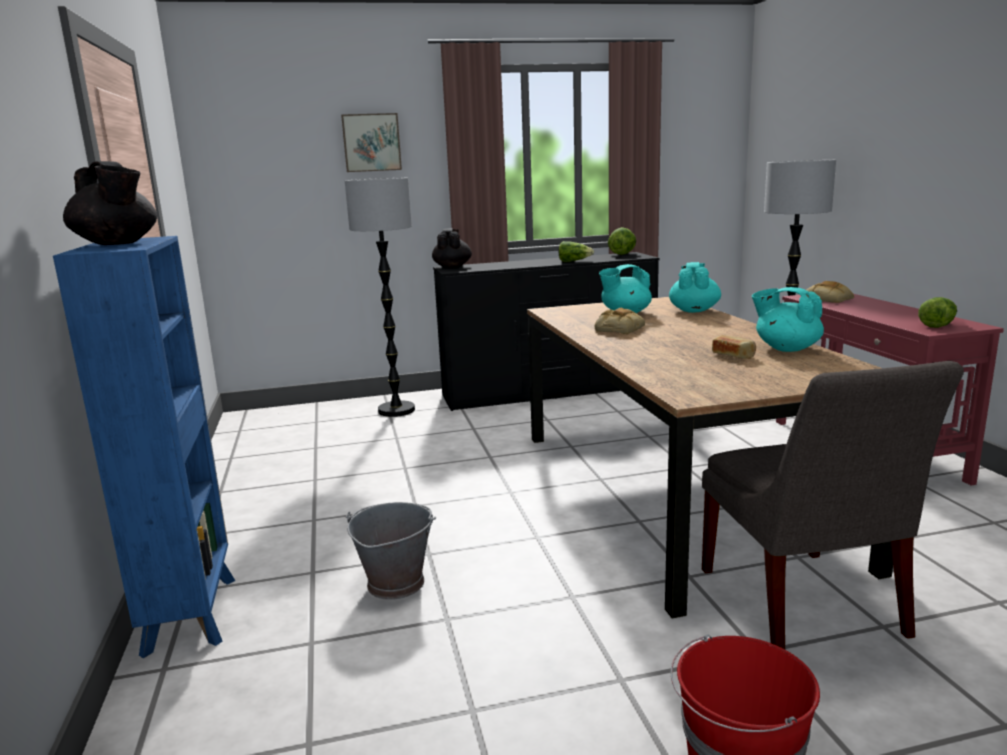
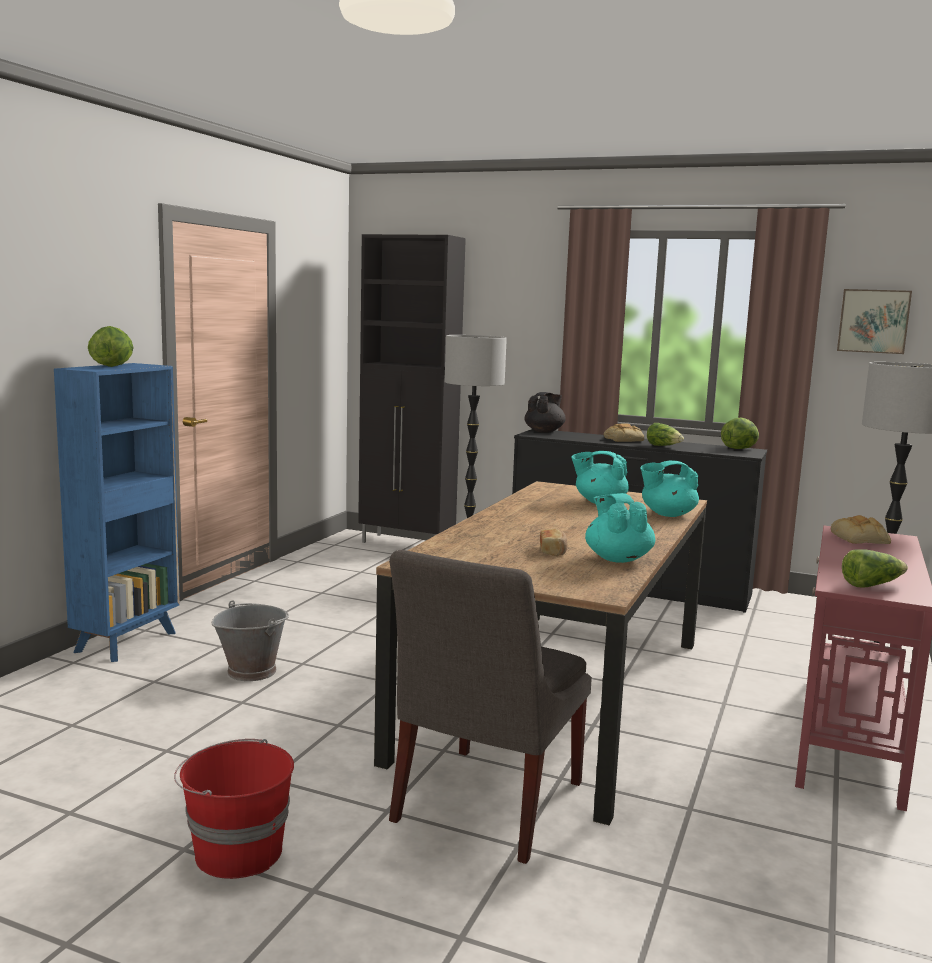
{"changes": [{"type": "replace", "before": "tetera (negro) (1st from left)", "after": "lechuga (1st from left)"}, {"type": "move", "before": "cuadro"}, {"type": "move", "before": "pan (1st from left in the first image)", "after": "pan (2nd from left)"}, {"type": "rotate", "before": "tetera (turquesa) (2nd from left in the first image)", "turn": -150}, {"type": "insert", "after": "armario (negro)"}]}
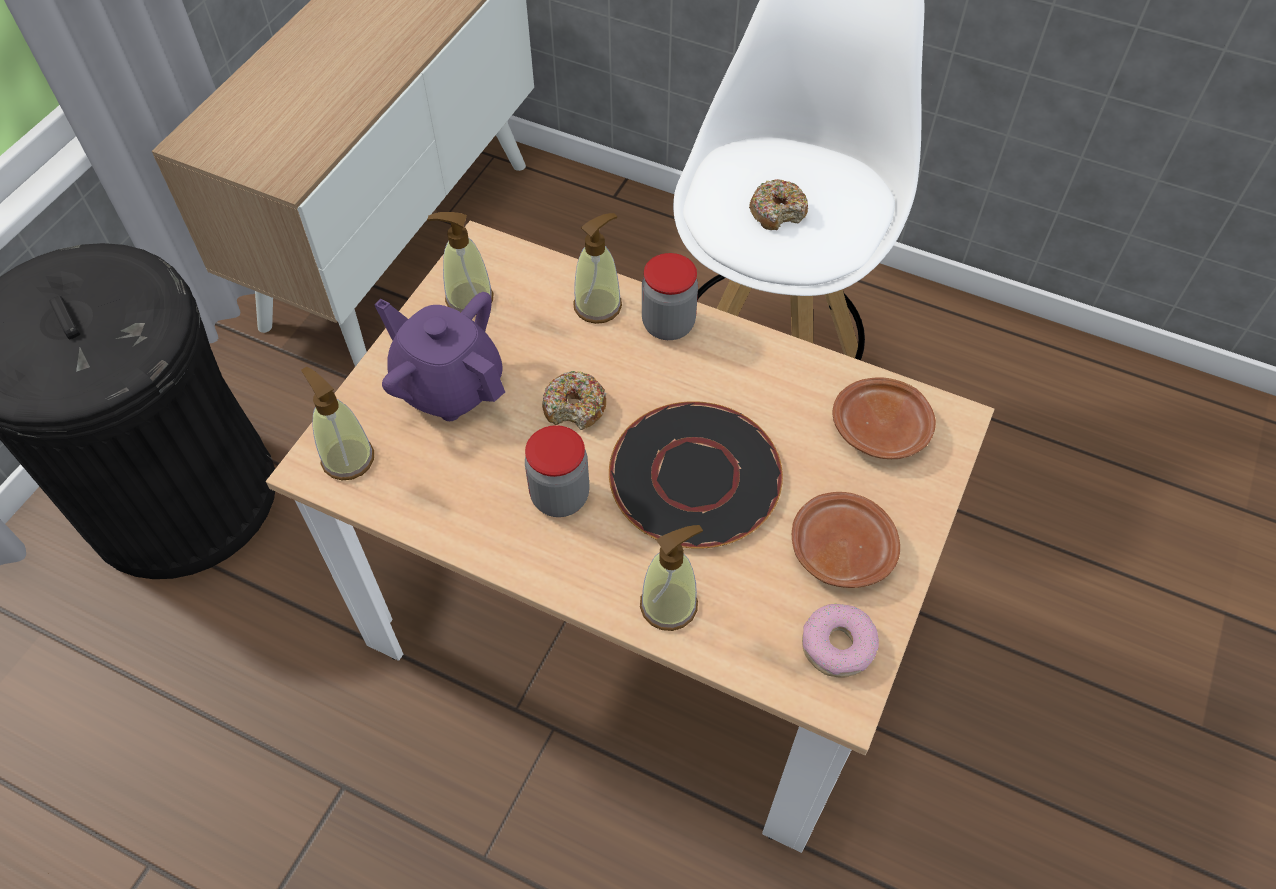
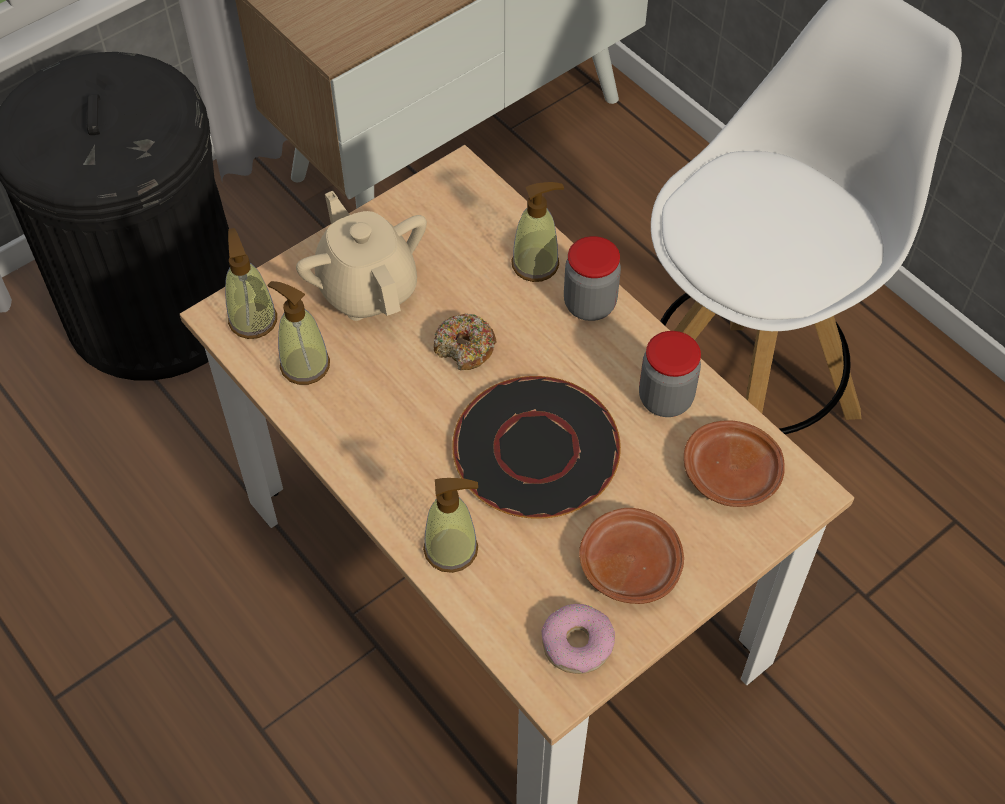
{"changes": [{"type": "recolor", "before": "tetera (morado)", "after": "tetera (beis)"}, {"type": "move", "before": "dispensador de jabón (2nd from left)"}, {"type": "move", "before": "tarro (1st from left in the first image)", "after": "tarro (2nd from left)"}, {"type": "delete", "before": "rosquilla (2nd from left)"}]}
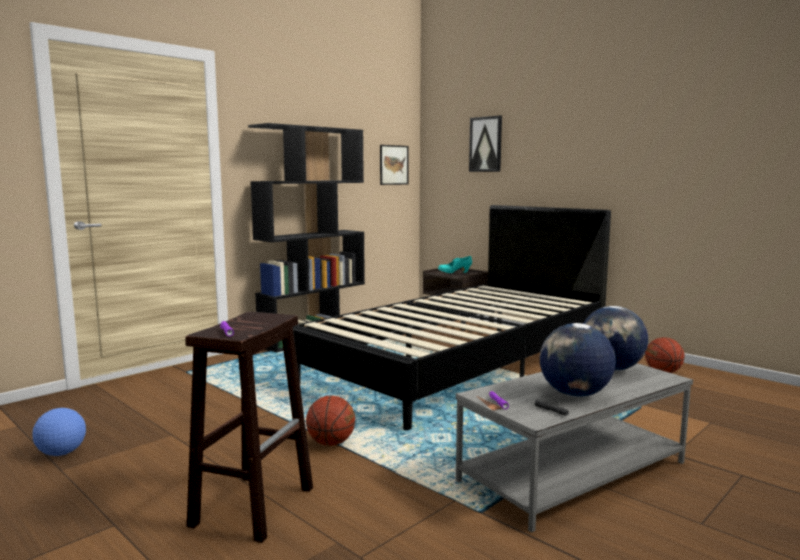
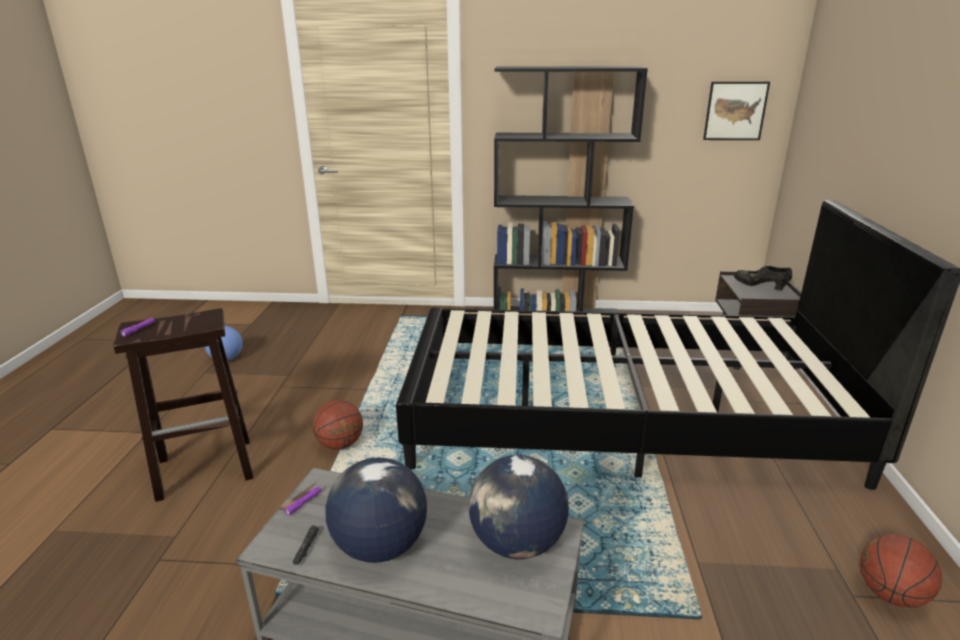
{"changes": [{"type": "recolor", "before": "zapato (turquesa)", "after": "zapato (negro)"}, {"type": "delete", "before": "cuadro (2nd from left)"}]}
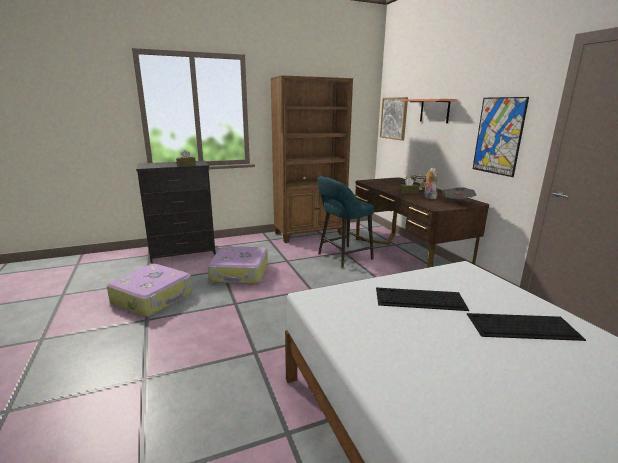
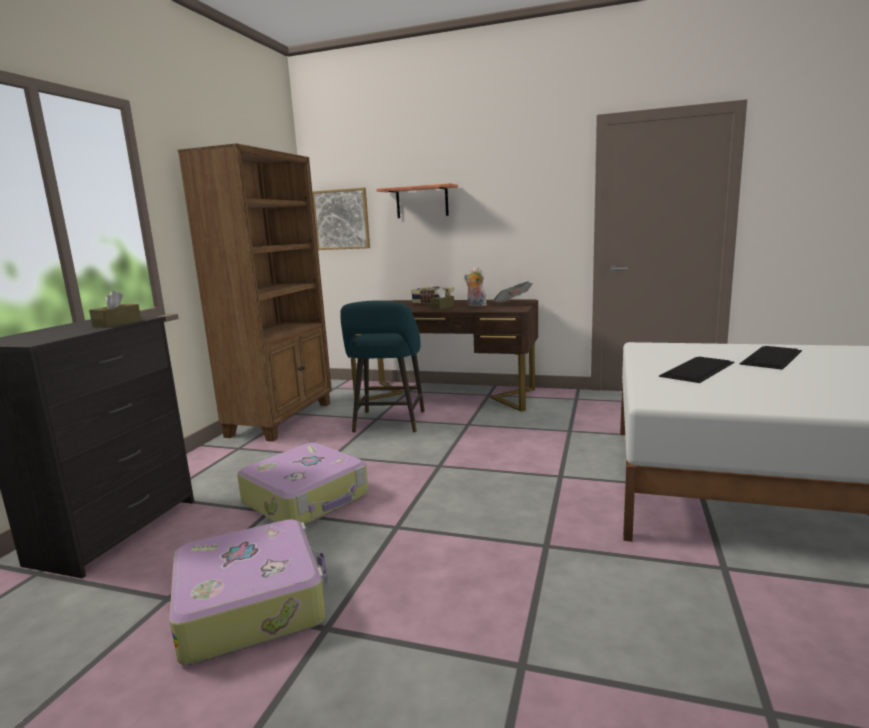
{"changes": [{"type": "delete", "before": "cuadro (2nd from left)"}]}
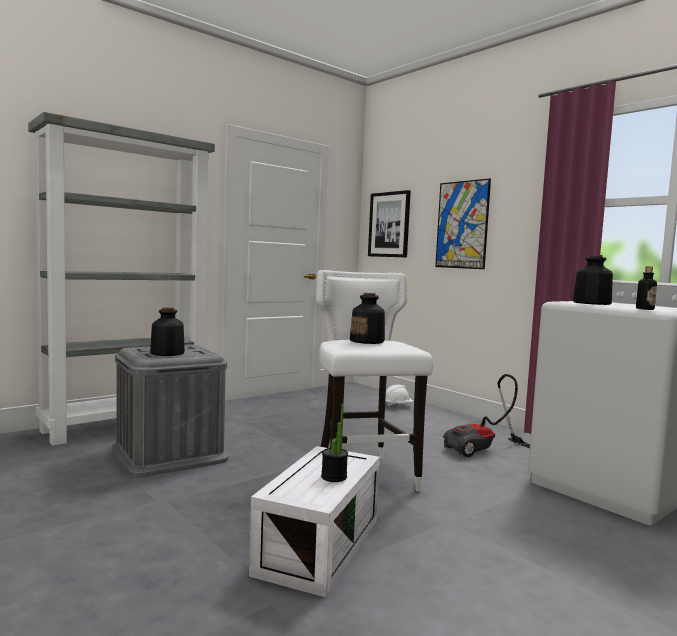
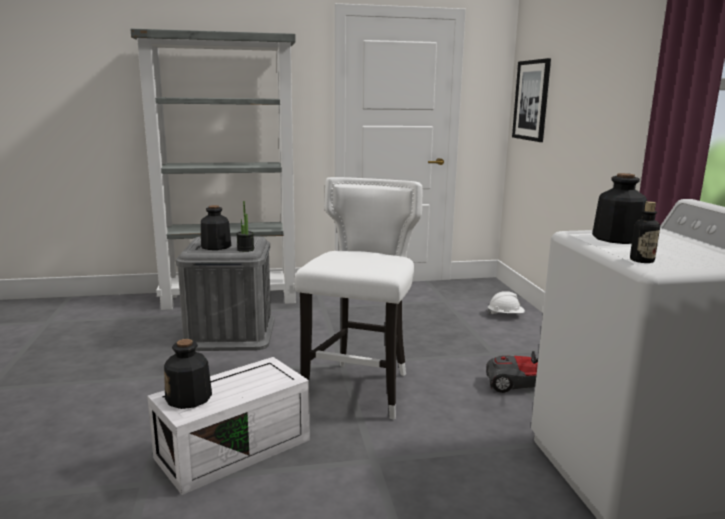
{"changes": [{"type": "move", "before": "planta en maceta"}, {"type": "move", "before": "botella (2nd from left in the first image)", "after": "botella (1st from left)"}, {"type": "delete", "before": "cuadro (2nd from left)"}]}
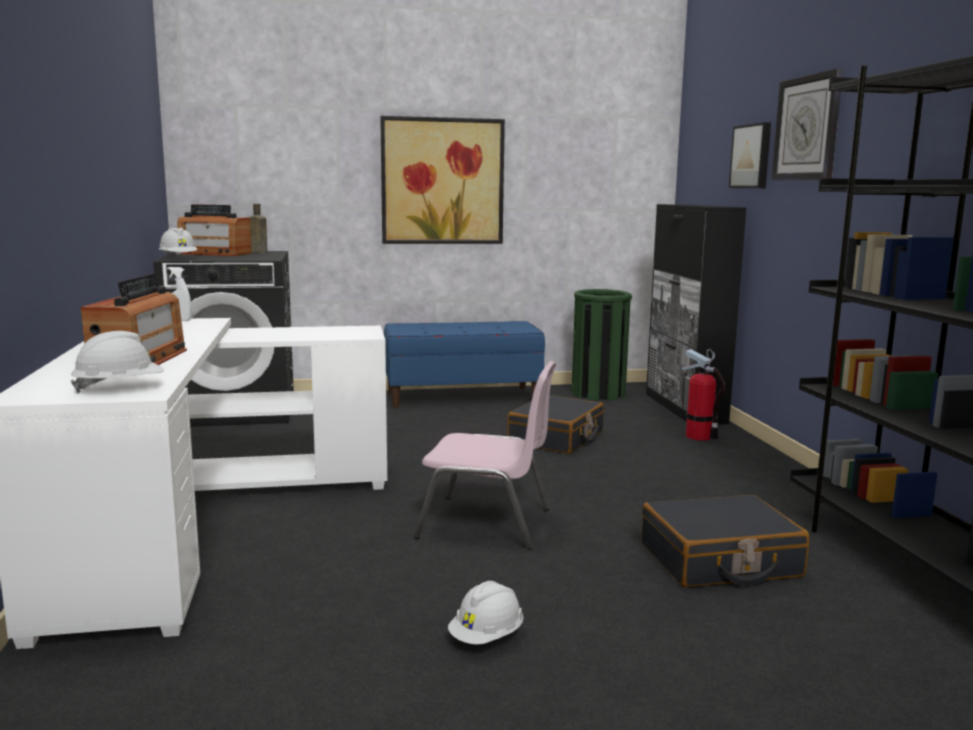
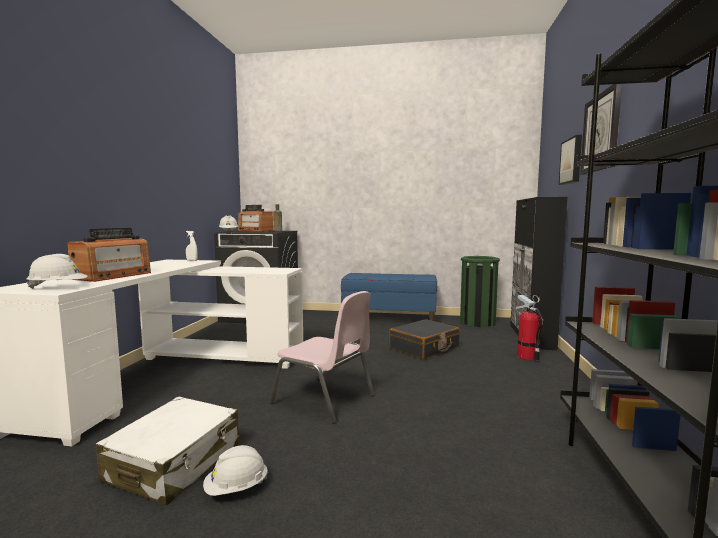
{"changes": [{"type": "delete", "before": "cuadro (1st from left)"}, {"type": "delete", "before": "maleta (negro) (2nd from left)"}, {"type": "insert", "after": "maleta (blanco)"}]}
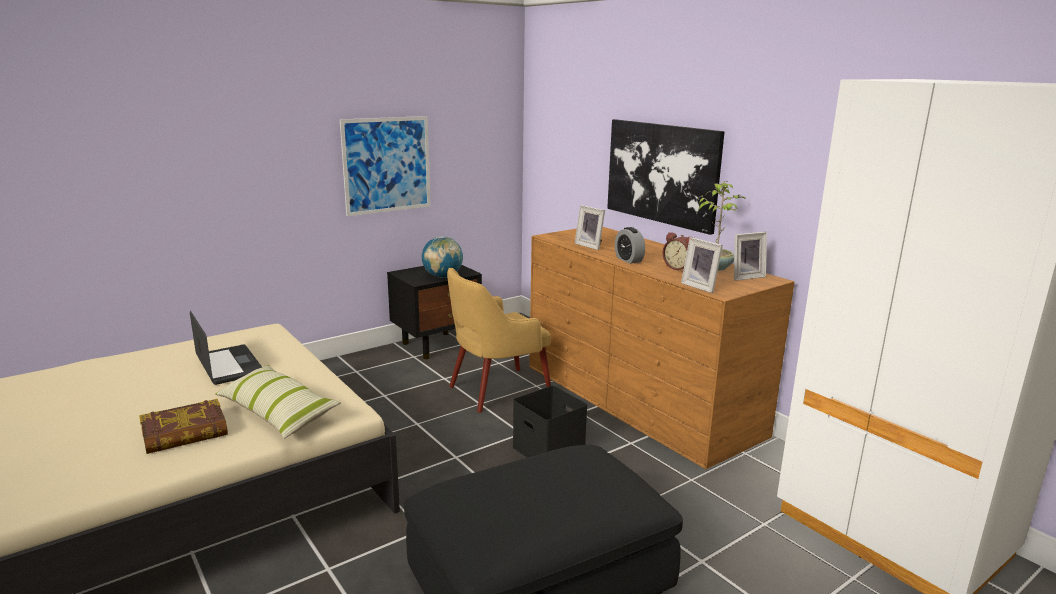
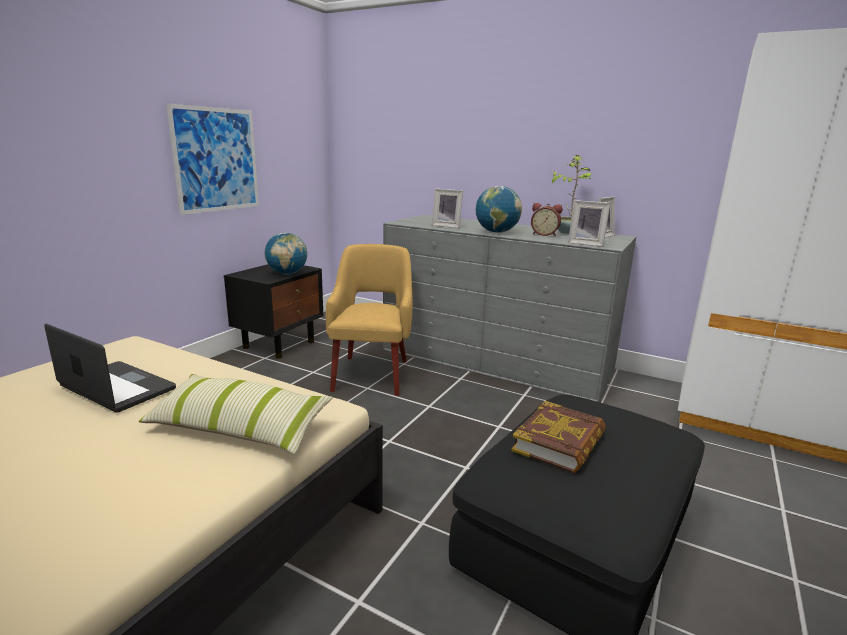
{"changes": [{"type": "move", "before": "libro"}, {"type": "rotate", "before": "sillón (amarillo)", "turn": 150}, {"type": "delete", "before": "caja de almacenaje (negro)"}, {"type": "recolor", "before": "cómoda (marrón)", "after": "cómoda (gris)"}, {"type": "delete", "before": "cuadro (2nd from left)"}, {"type": "replace", "before": "despertador (1st from left)", "after": "globo terráqueo (2nd from left)"}]}
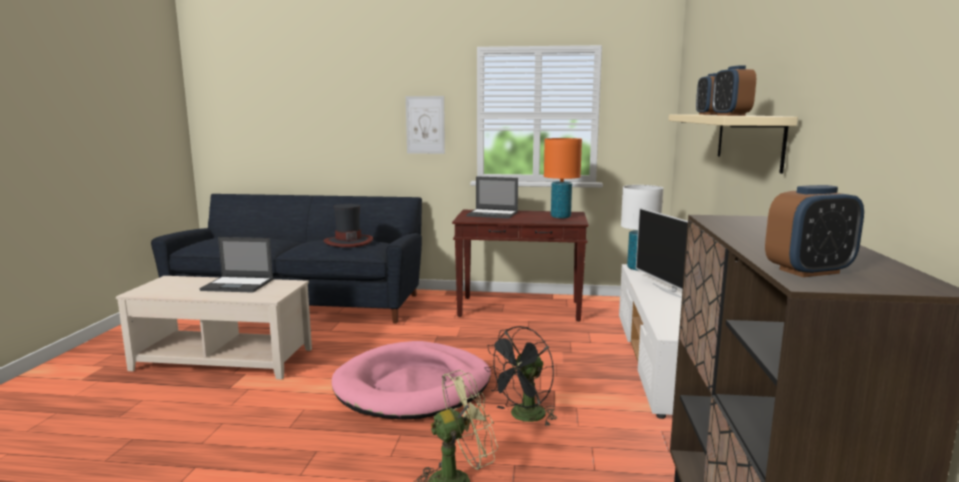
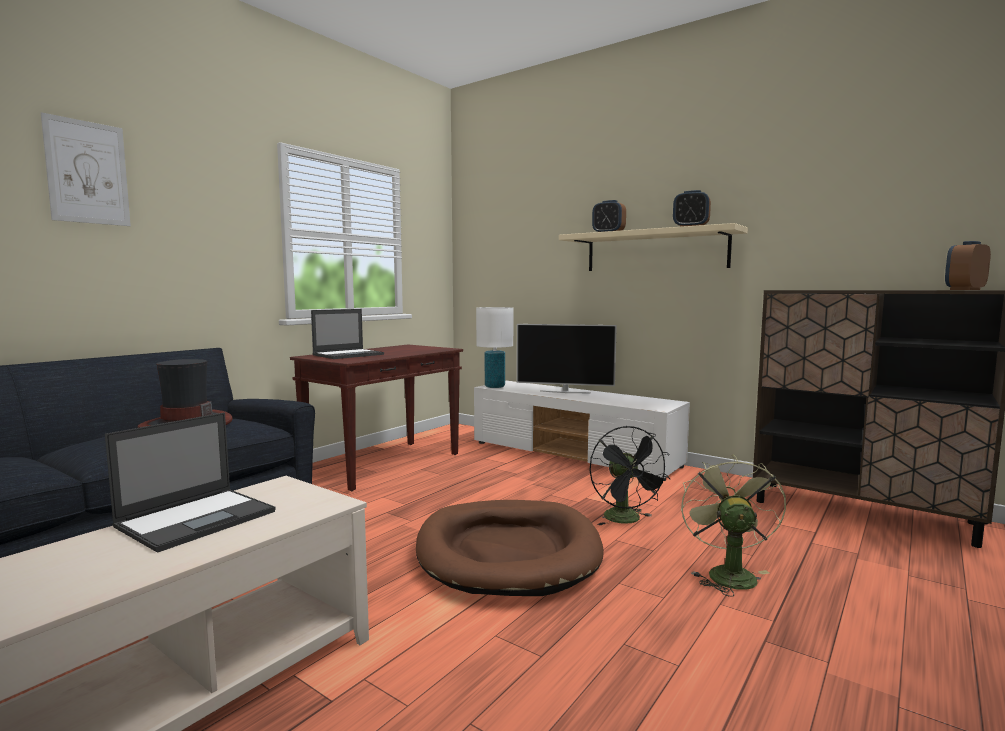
{"changes": [{"type": "recolor", "before": "cama para perro (rosa)", "after": "cama para perro (marrón)"}, {"type": "move", "before": "cuadro"}, {"type": "delete", "before": "lámpara de mesa (naranja)"}, {"type": "rotate", "before": "despertador (3rd from left)", "turn": -135}]}
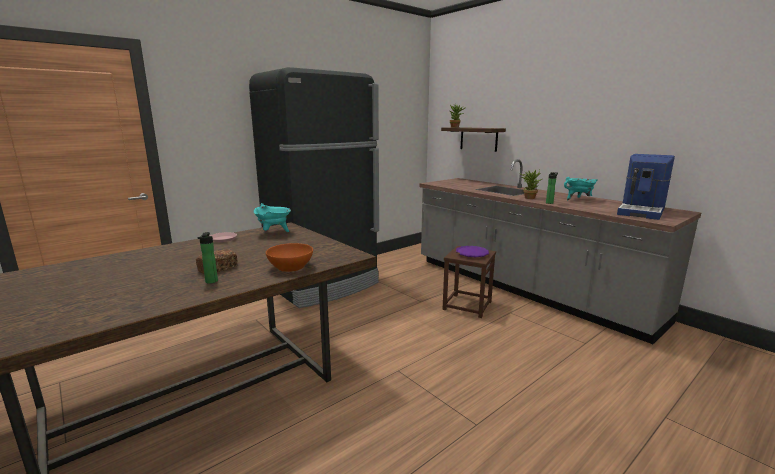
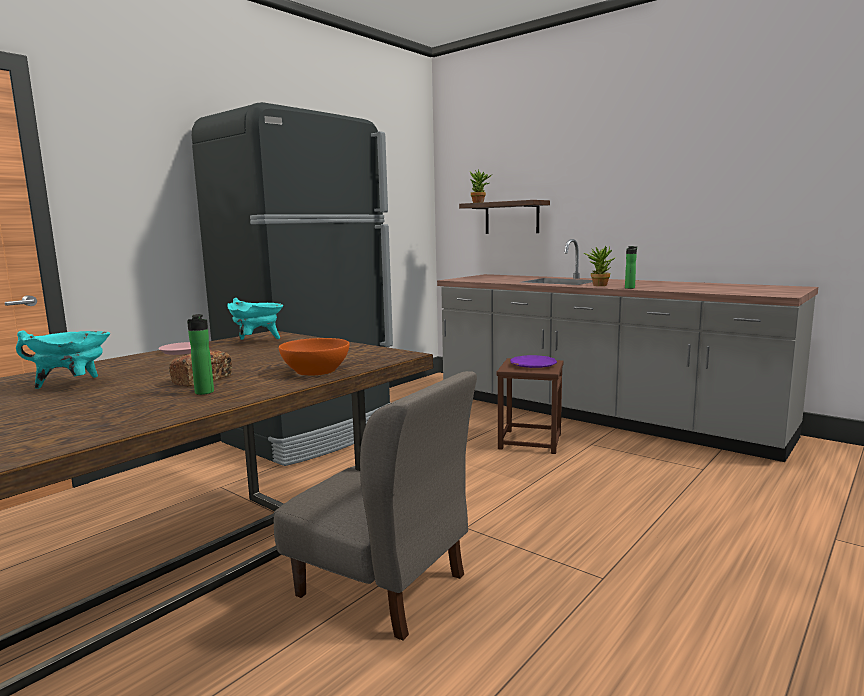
{"changes": [{"type": "move", "before": "olla (turquesa) (2nd from left in the first image)", "after": "olla (turquesa) (1st from left)"}, {"type": "delete", "before": "cafetera"}, {"type": "insert", "after": "silla (gris)"}]}
